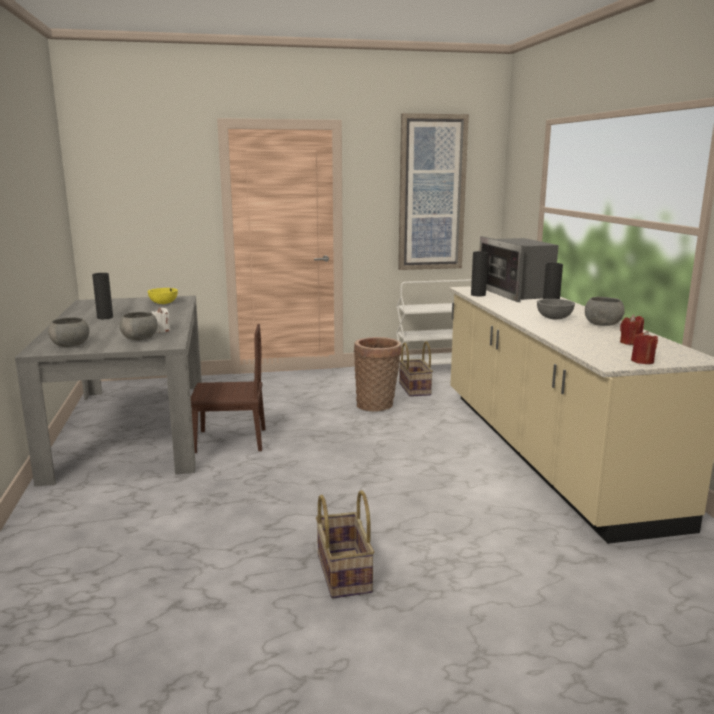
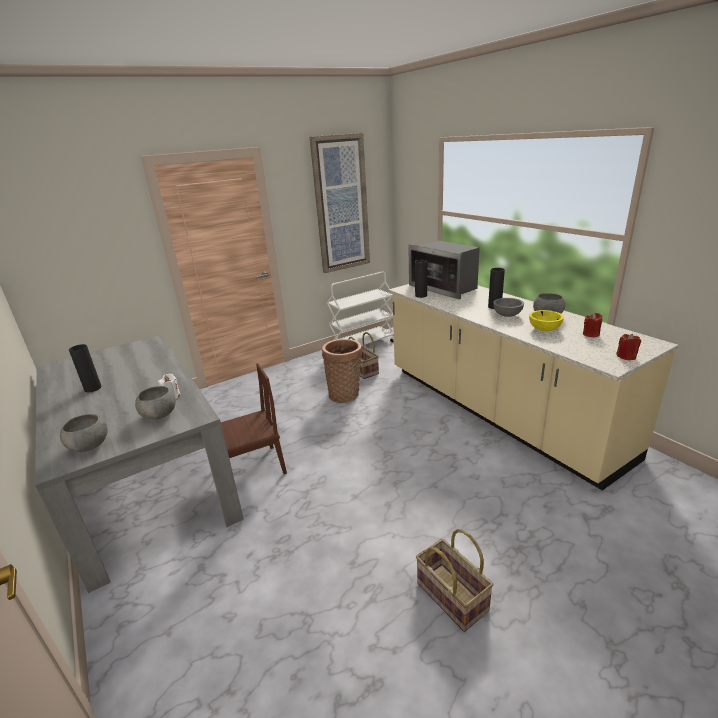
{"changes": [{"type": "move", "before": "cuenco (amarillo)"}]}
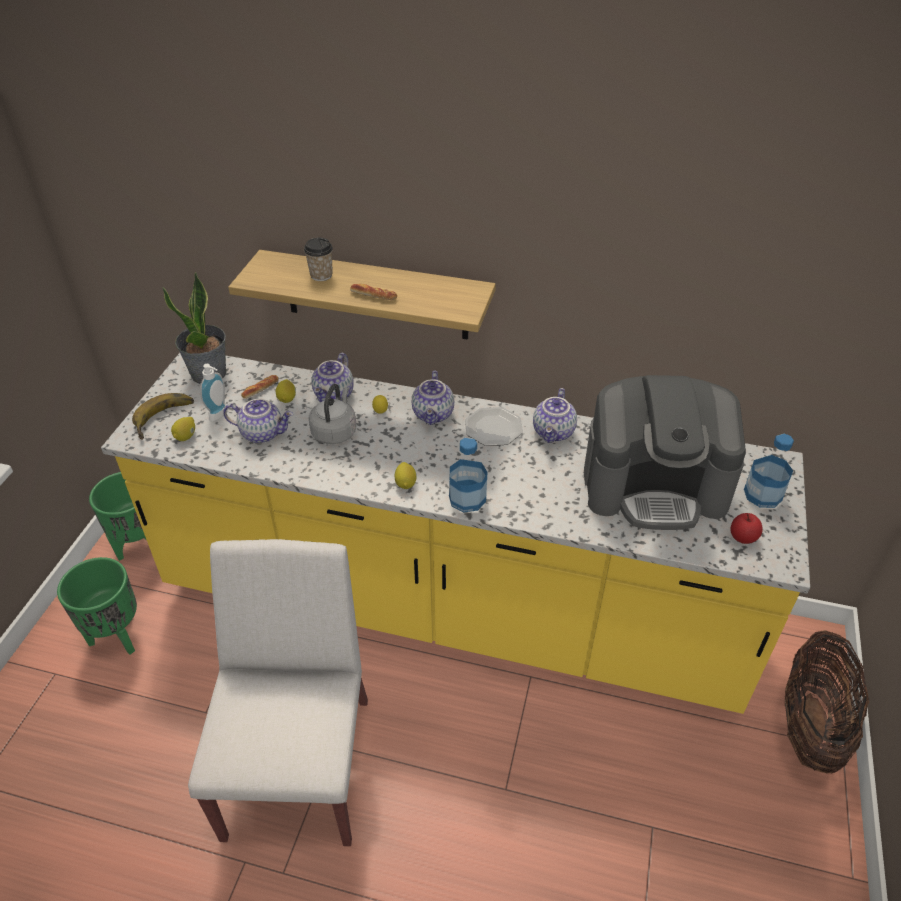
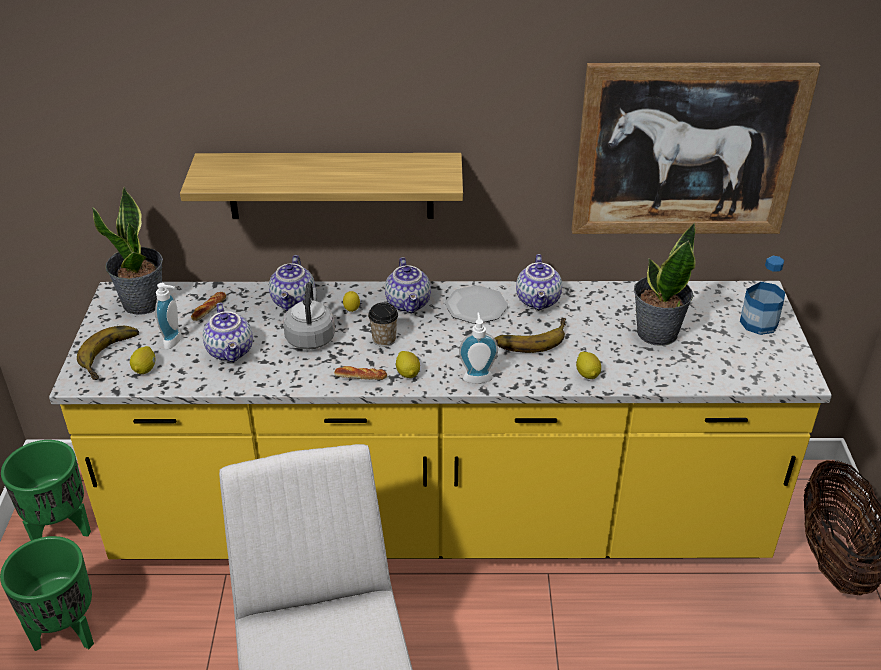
{"changes": [{"type": "rotate", "before": "tetera (1st from left)", "turn": 75}, {"type": "move", "before": "limón (2nd from left in the first image)", "after": "limón (4th from left)"}, {"type": "move", "before": "taza"}, {"type": "move", "before": "pan (2nd from left)"}, {"type": "replace", "before": "botella (1st from left)", "after": "dispensador de jabón (2nd from left)"}, {"type": "replace", "before": "cafetera", "after": "planta en maceta (2nd from left)"}, {"type": "delete", "before": "manzana"}, {"type": "insert", "after": "plátano (2nd from left)"}, {"type": "insert", "after": "cuadro"}]}
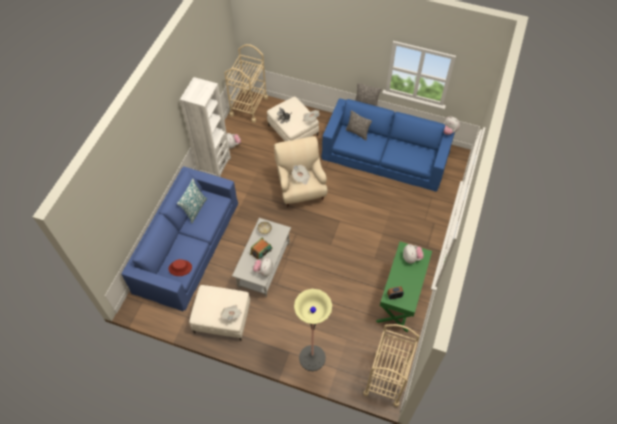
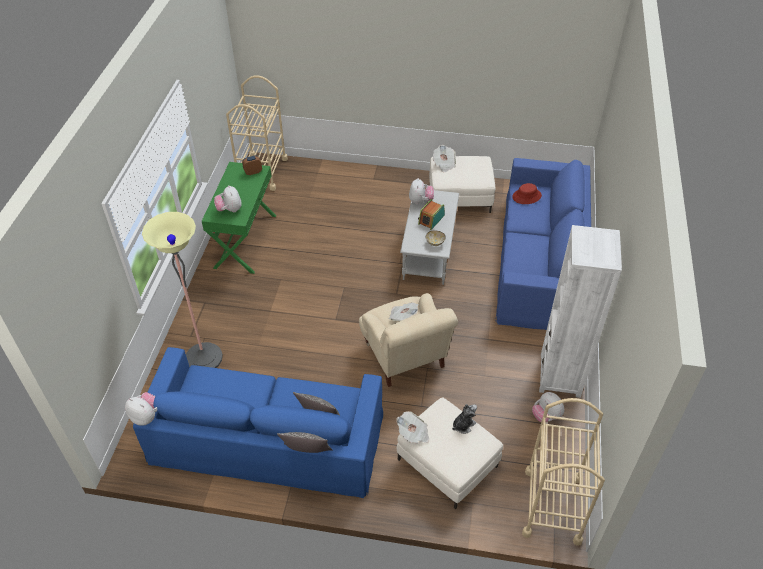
{"changes": [{"type": "delete", "before": "cojín (1st from left)"}, {"type": "move", "before": "lámpara de pie"}]}
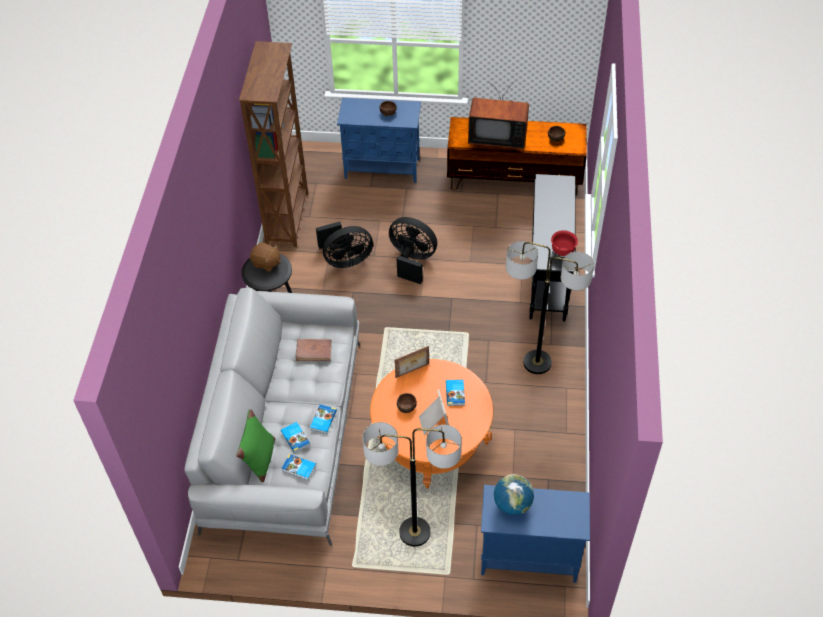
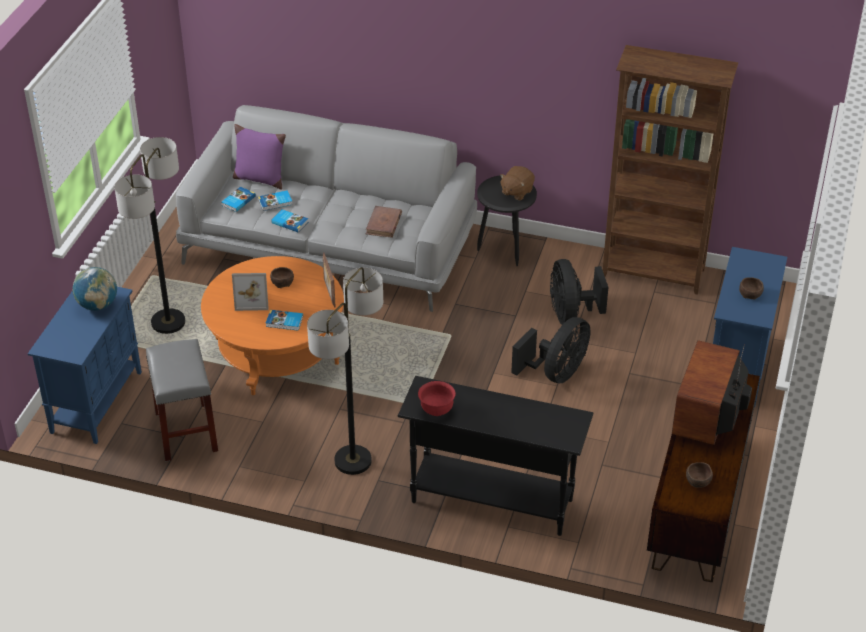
{"changes": [{"type": "recolor", "before": "cojín (verde)", "after": "cojín (morado)"}, {"type": "insert", "after": "taburete (gris)"}]}
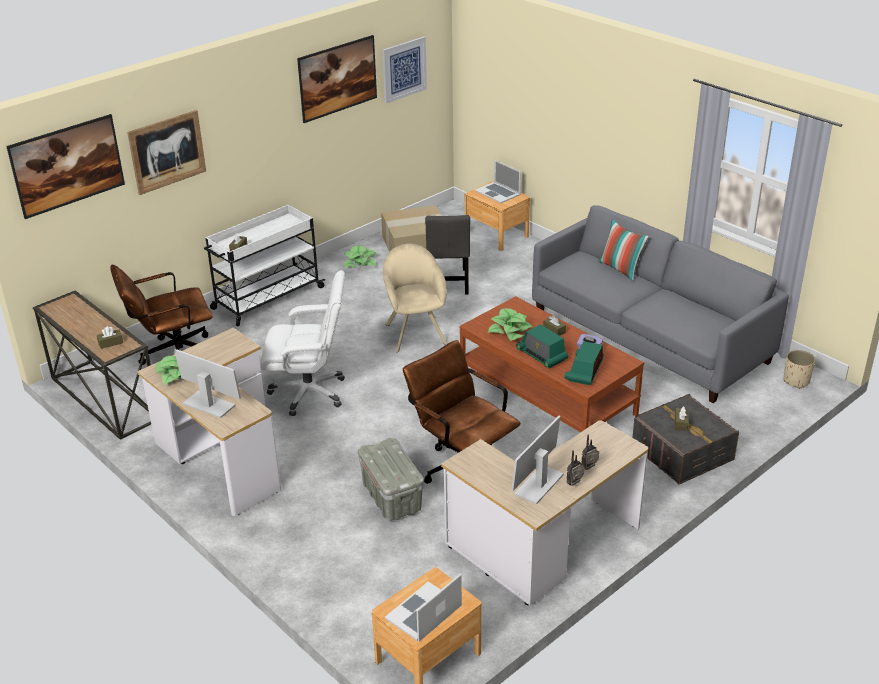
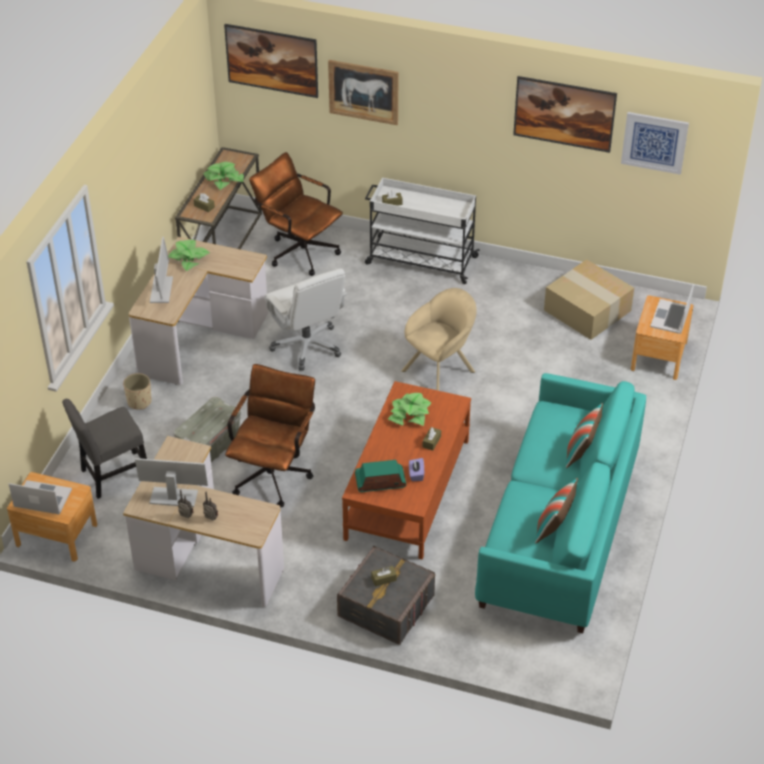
{"changes": [{"type": "move", "before": "planta en maceta (2nd from left)"}, {"type": "move", "before": "silla (gris)"}, {"type": "delete", "before": "radio (1st from left)"}, {"type": "recolor", "before": "sofá (gris)", "after": "sofá (turquesa)"}, {"type": "move", "before": "maceta (beis)"}, {"type": "insert", "after": "cojín (1st from left)"}]}
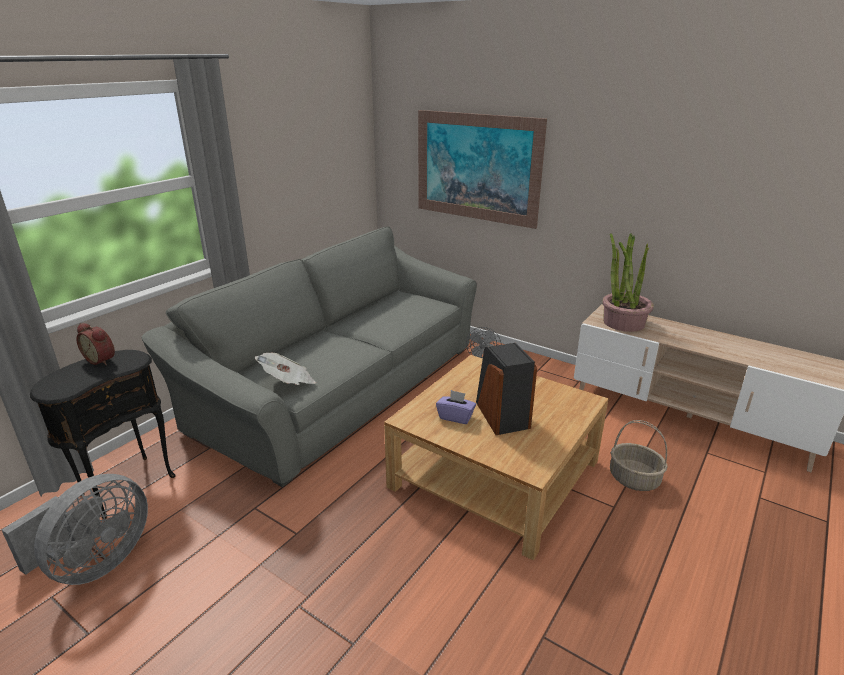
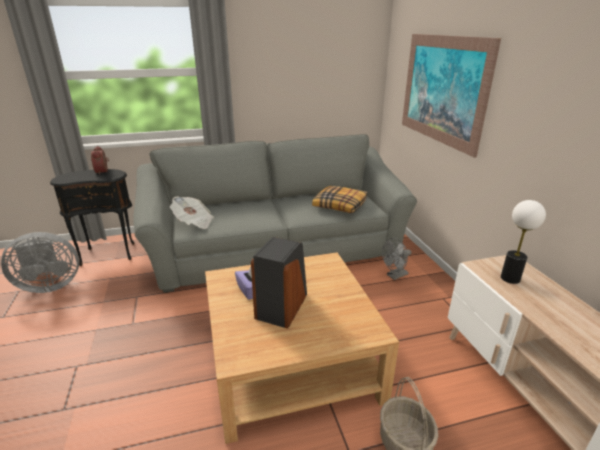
{"changes": [{"type": "replace", "before": "planta en maceta", "after": "lámpara de mesa"}, {"type": "insert", "after": "cojín"}]}
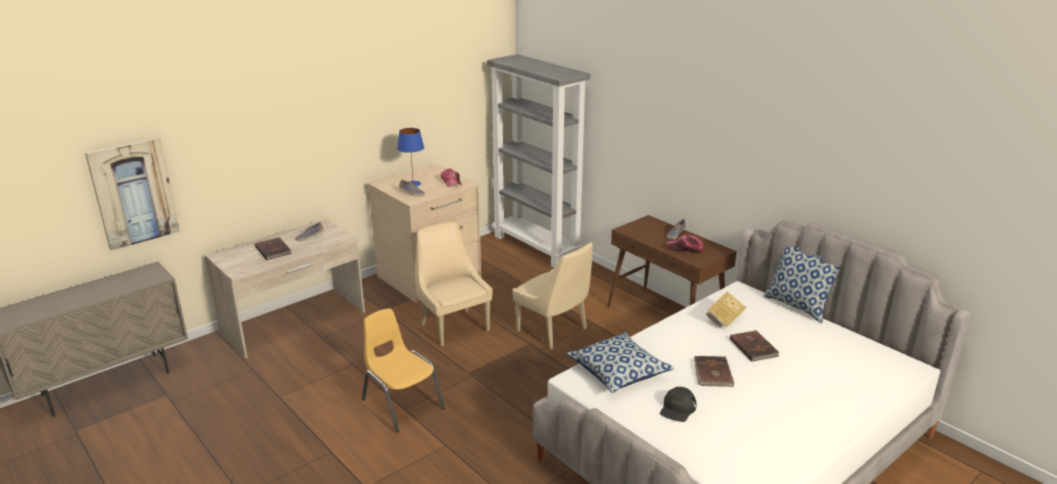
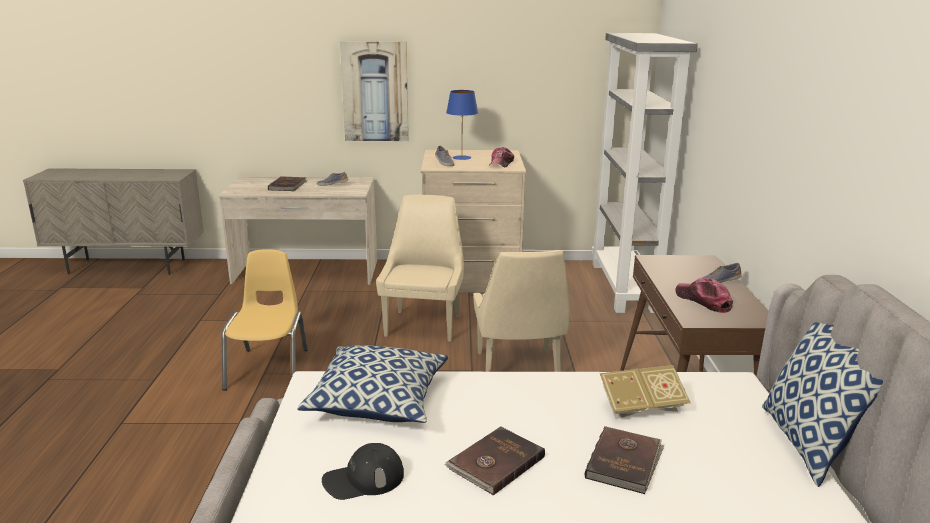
{"changes": [{"type": "move", "before": "cuadro"}]}
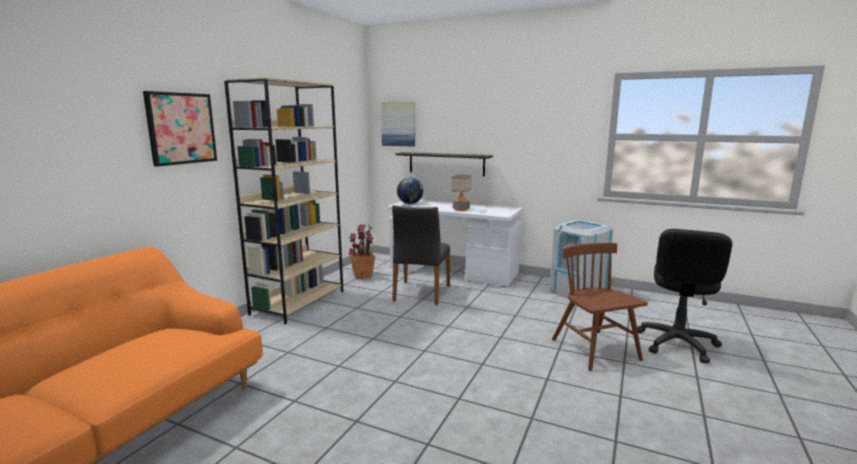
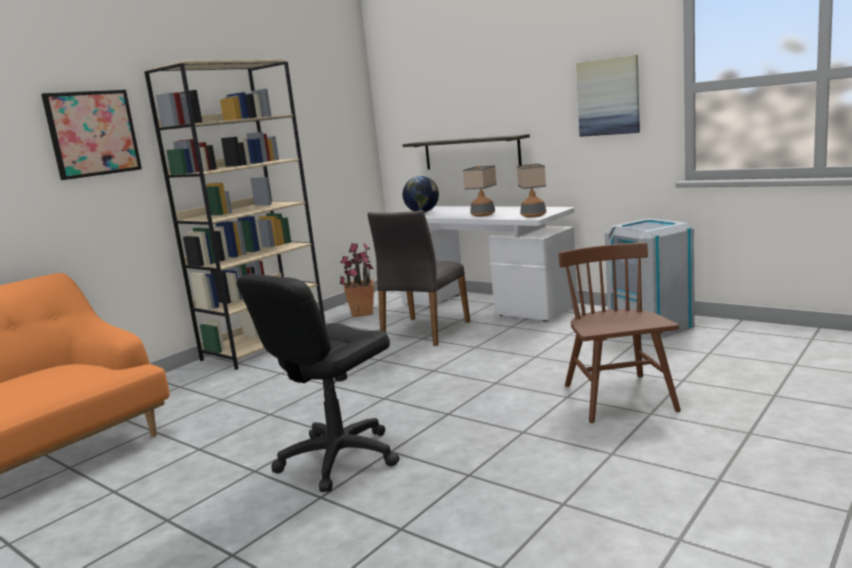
{"changes": [{"type": "move", "before": "cuadro (2nd from left)"}, {"type": "move", "before": "silla de oficina (negro)"}, {"type": "insert", "after": "lámpara de mesa (2nd from left)"}]}
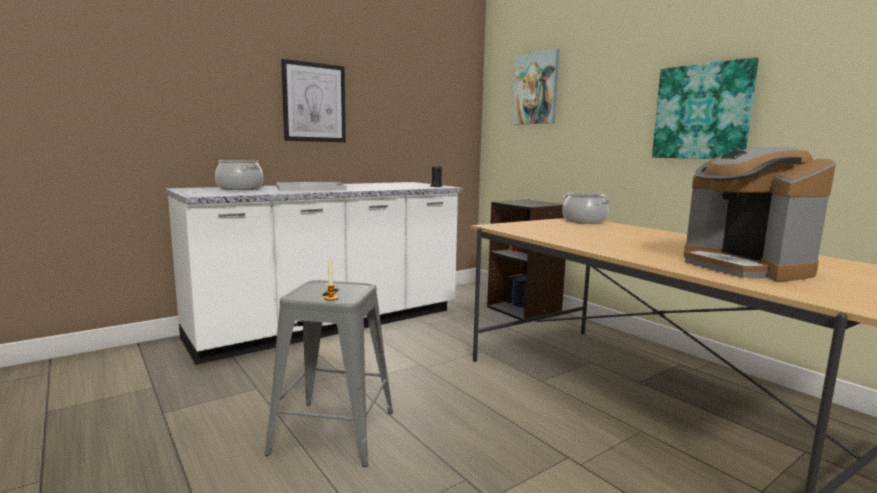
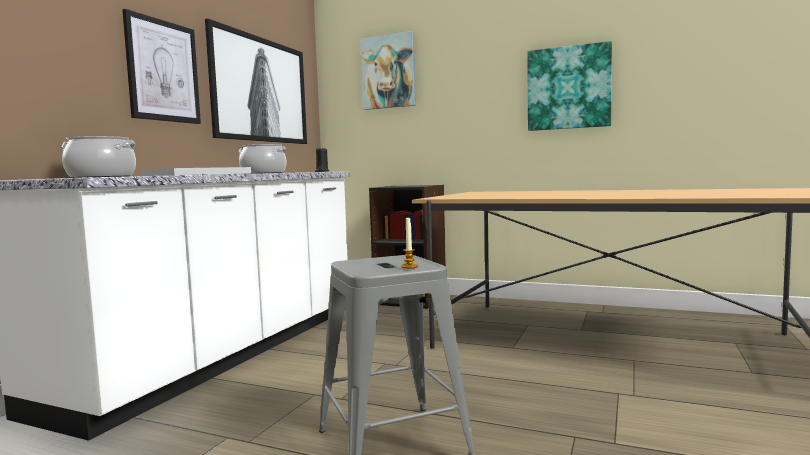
{"changes": [{"type": "move", "before": "olla (2nd from left)"}, {"type": "delete", "before": "cafetera"}, {"type": "insert", "after": "cuadro (2nd from left)"}]}
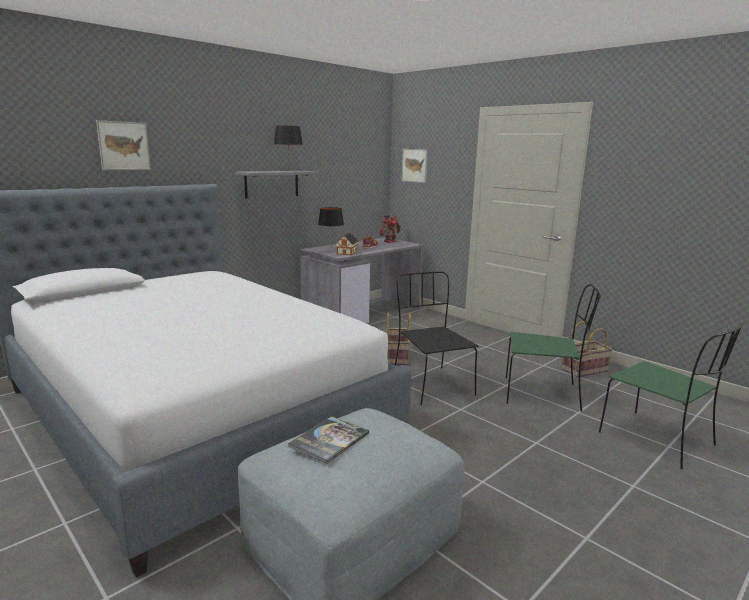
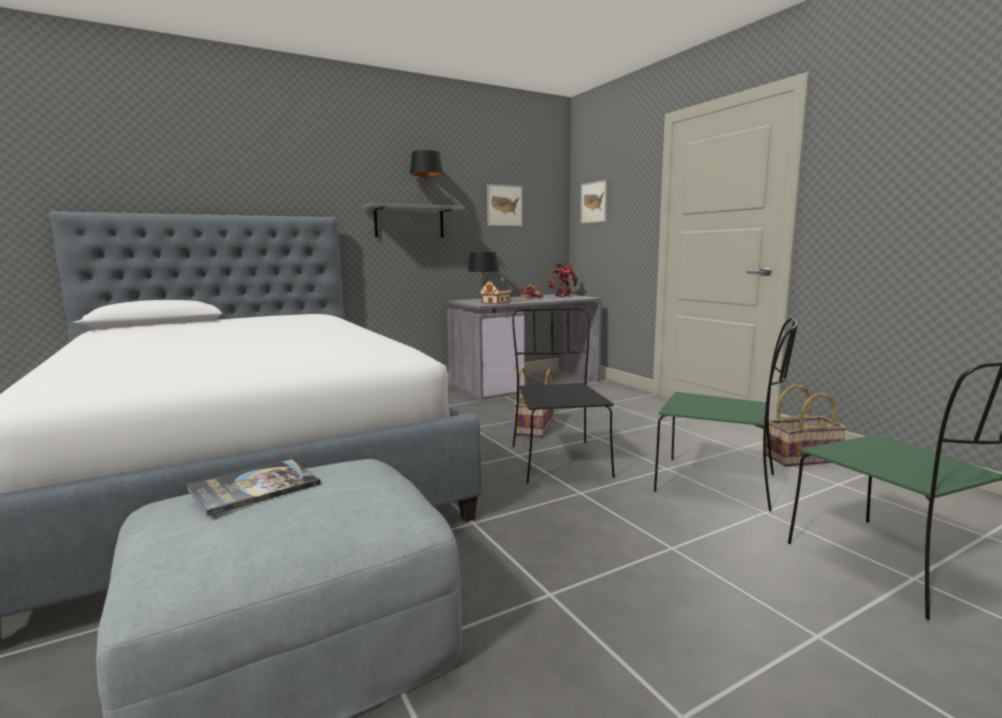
{"changes": [{"type": "move", "before": "cuadro (1st from left)"}]}
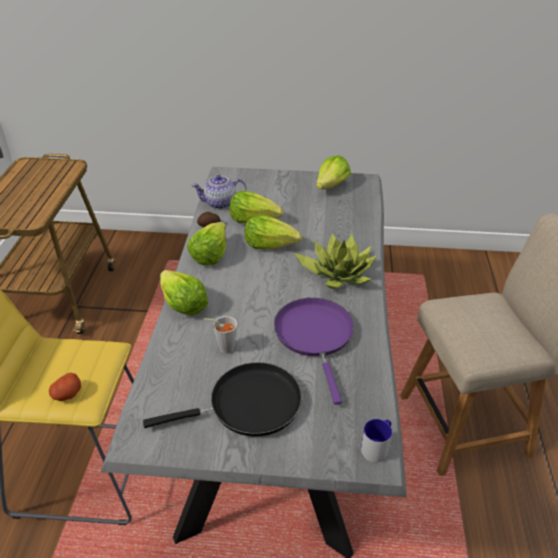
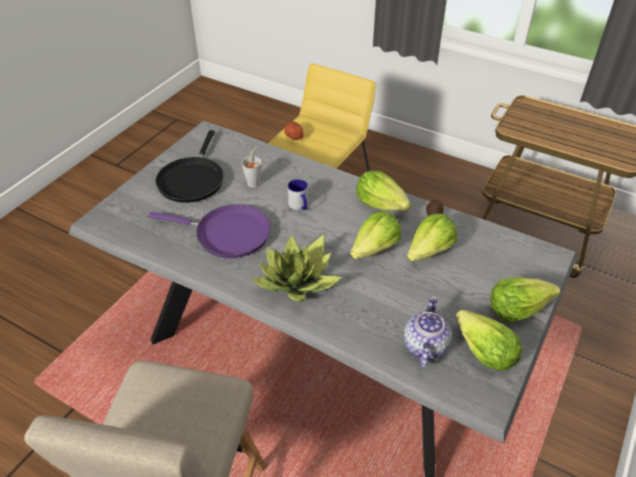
{"changes": [{"type": "move", "before": "lechuga (1st from left in the first image)", "after": "lechuga (5th from left)"}, {"type": "move", "before": "tetera"}, {"type": "move", "before": "taza grande"}]}
